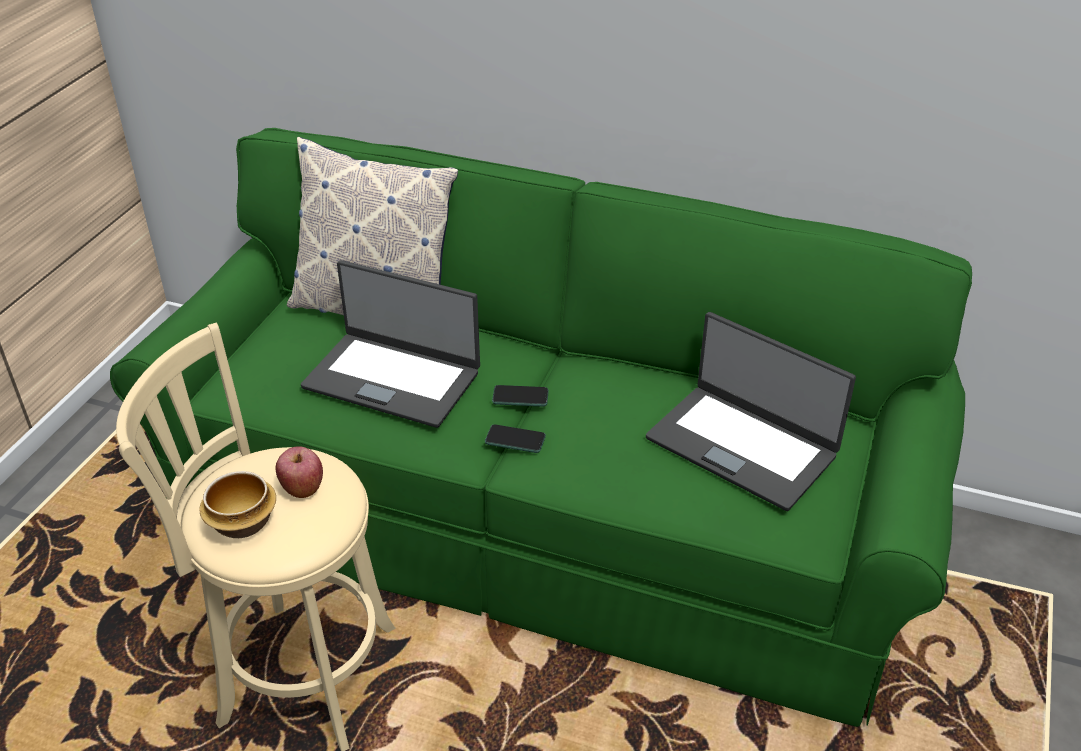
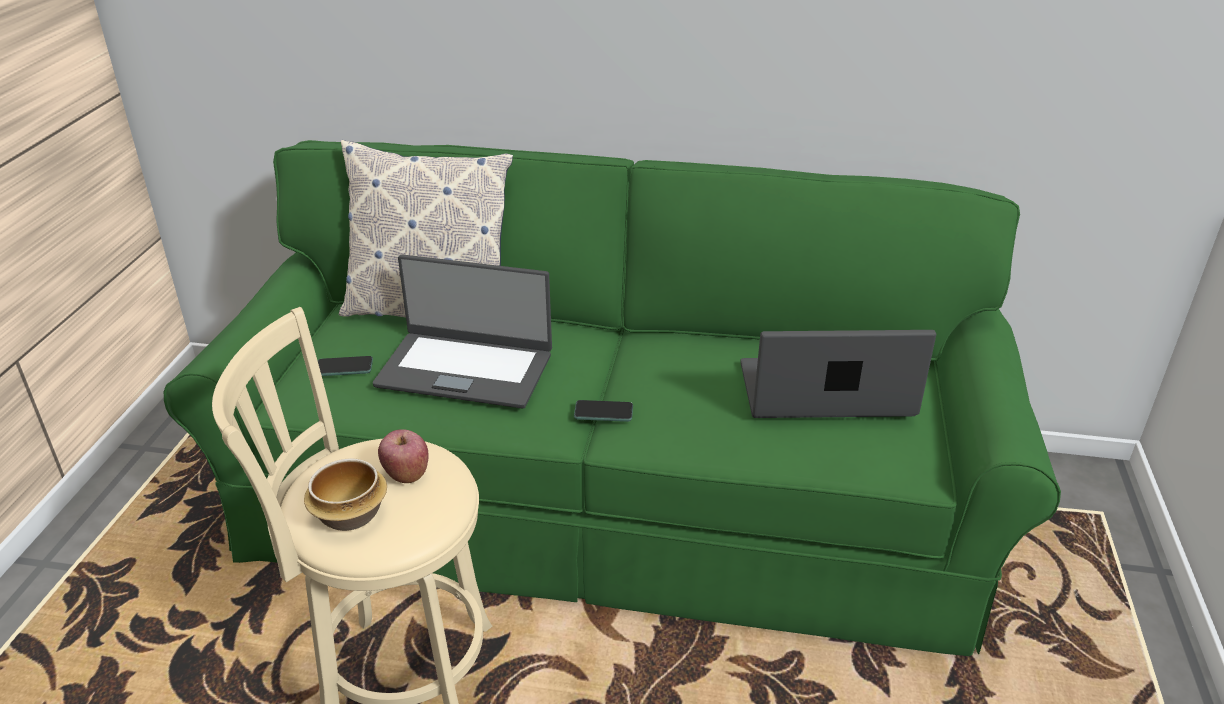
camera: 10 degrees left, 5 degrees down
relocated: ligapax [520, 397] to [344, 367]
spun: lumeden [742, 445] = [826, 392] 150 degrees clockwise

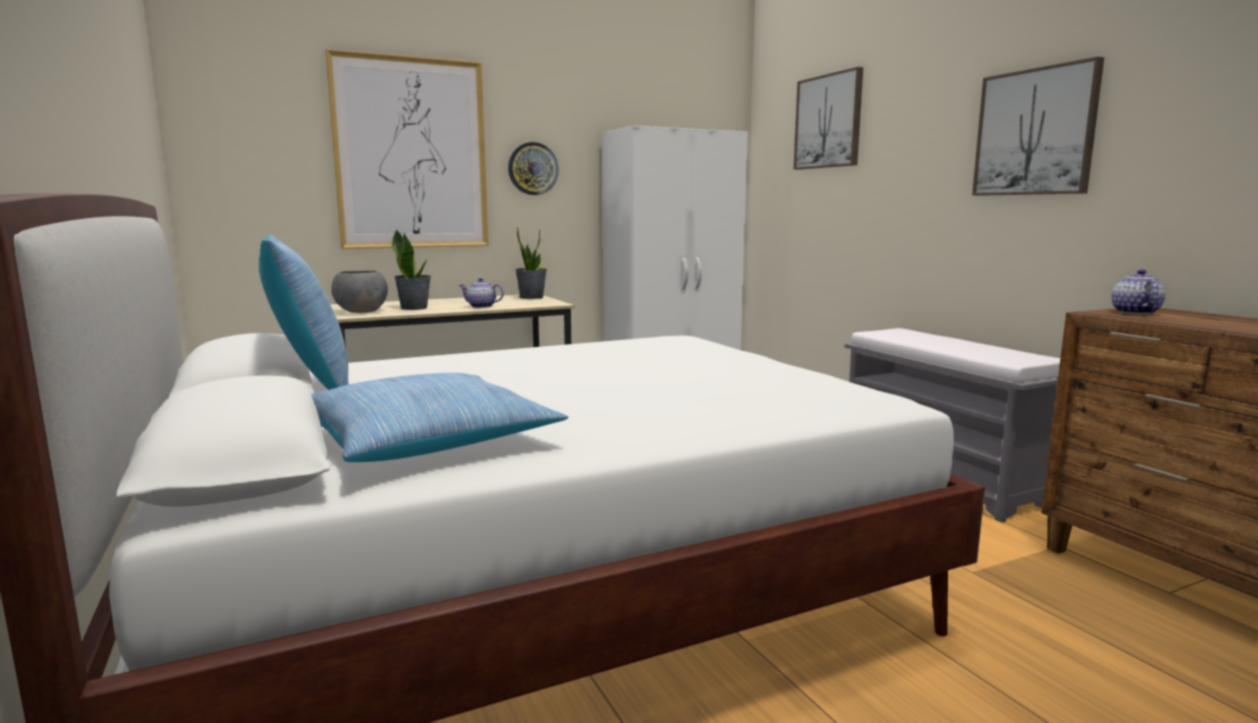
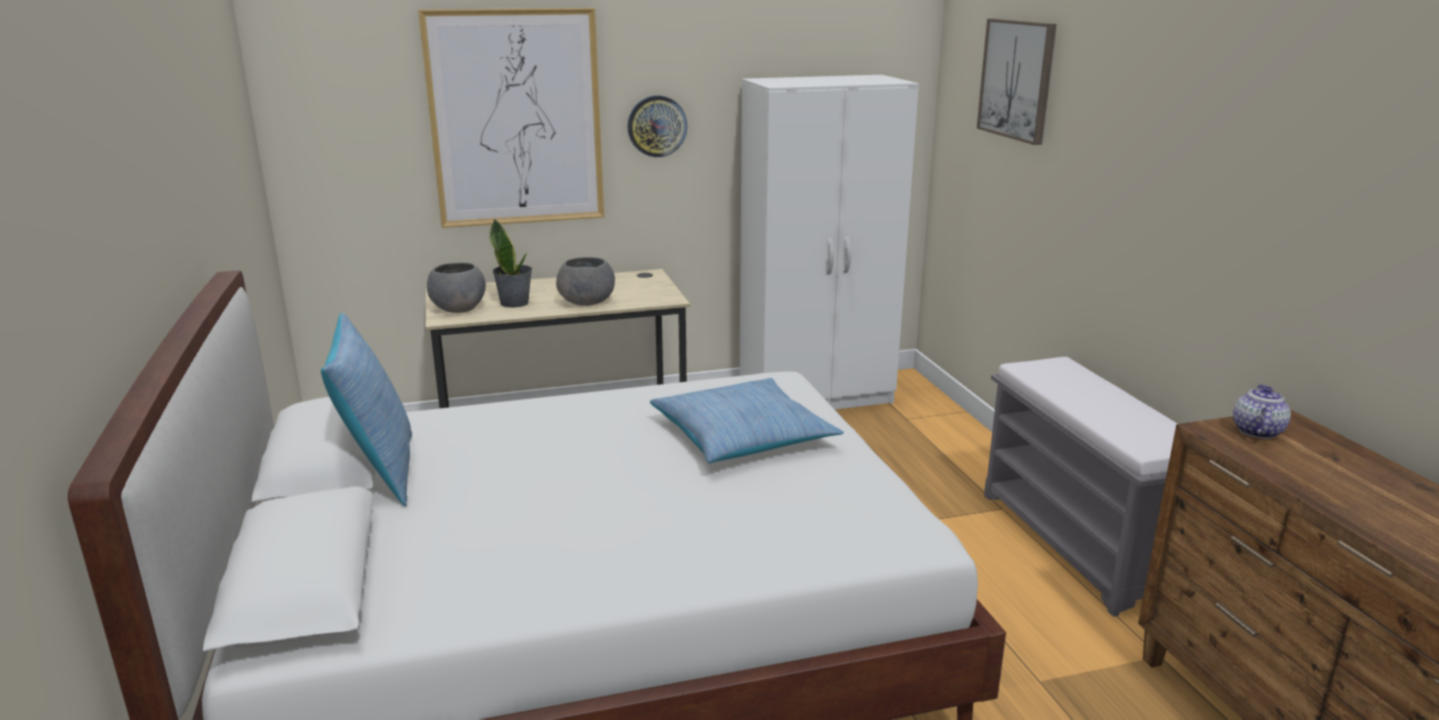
camera: 10 degrees right, 10 degrees up
missing: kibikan [1035, 132]; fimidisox [531, 297]
relocated: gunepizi [426, 440] to [743, 436]
exchanged: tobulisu [481, 306] to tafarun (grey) [586, 302]

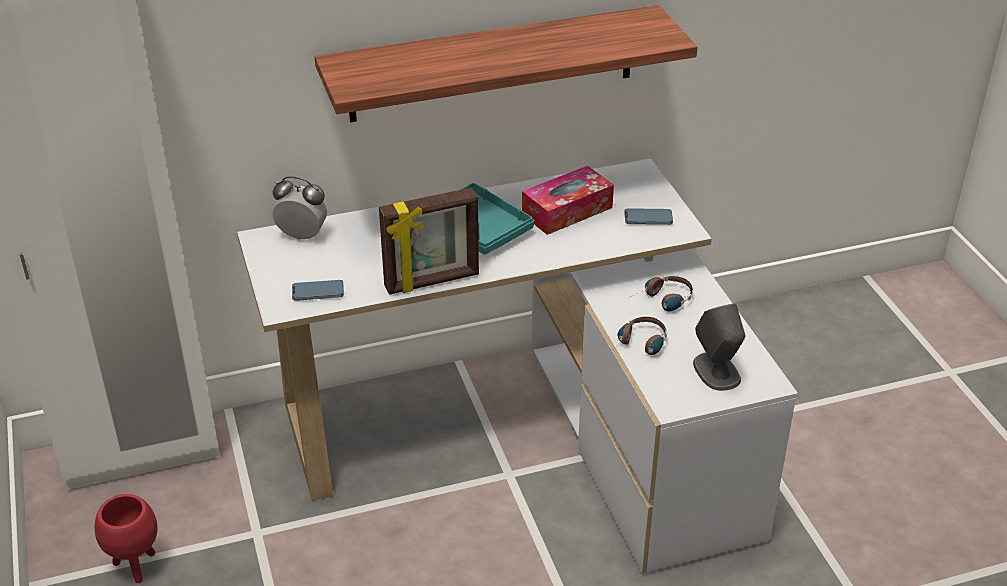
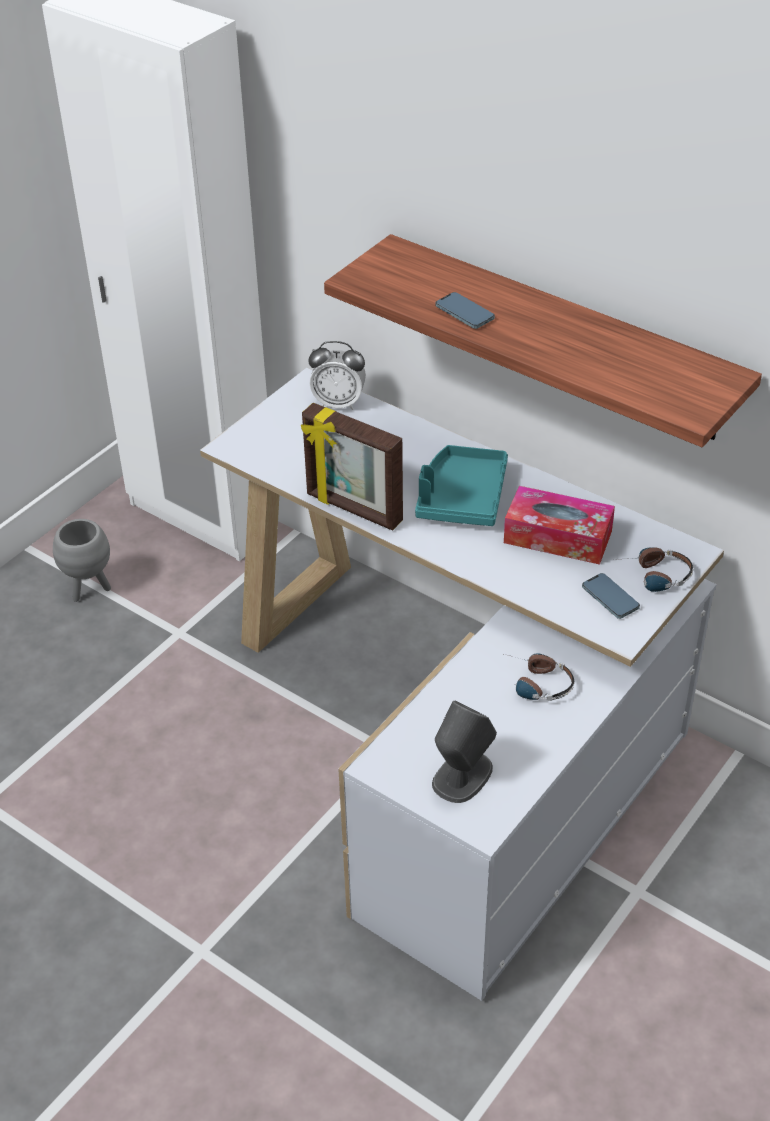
camera: 55 degrees right, 5 degrees up
relocated: ligapax [318, 292] to [464, 313]; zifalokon [640, 346] to [653, 577]
colour: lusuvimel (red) [135, 566] to lusuvimel (grey) [89, 588]
spun: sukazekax [302, 235] = [338, 403] 120 degrees clockwise

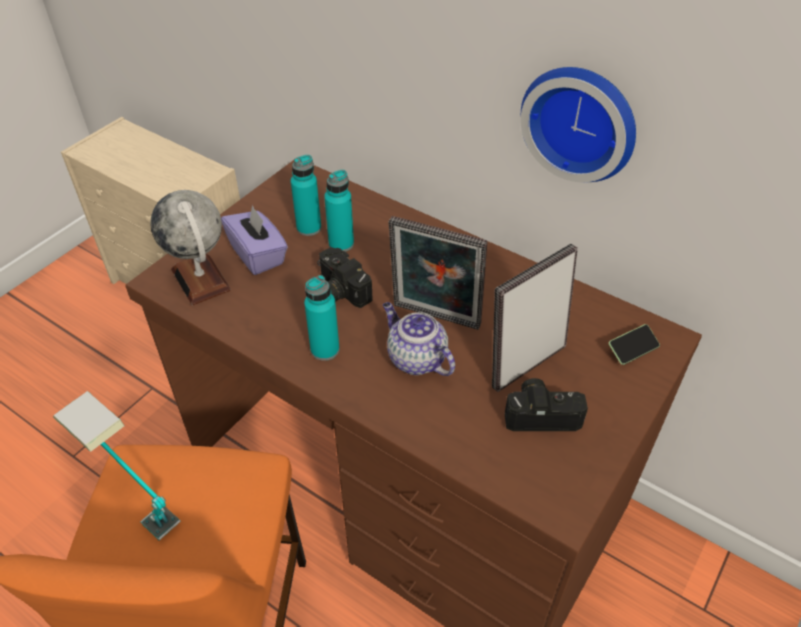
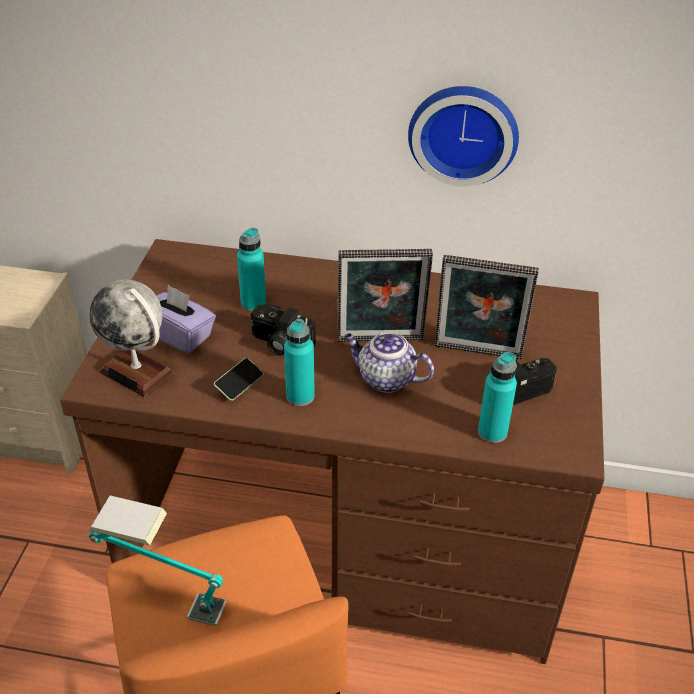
camera: 25 degrees left, 5 degrees down
relocated: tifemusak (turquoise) [309, 228] to [492, 432]; ligapax [632, 349] to [239, 384]
spun: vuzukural [525, 362] = [477, 354] 105 degrees counterclockwise

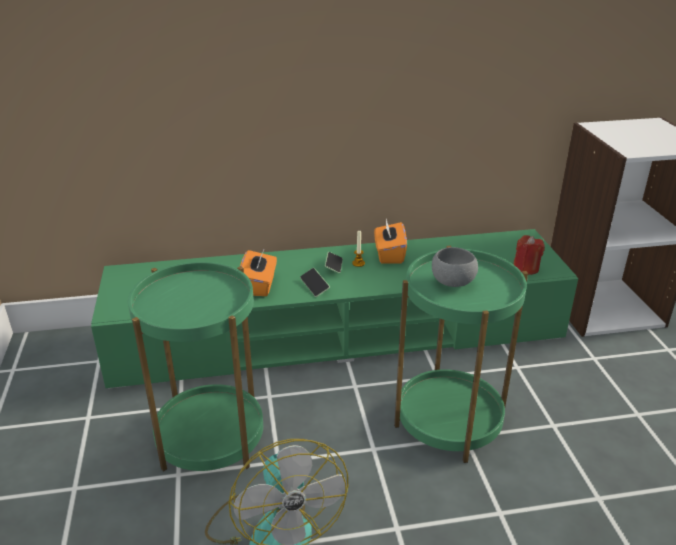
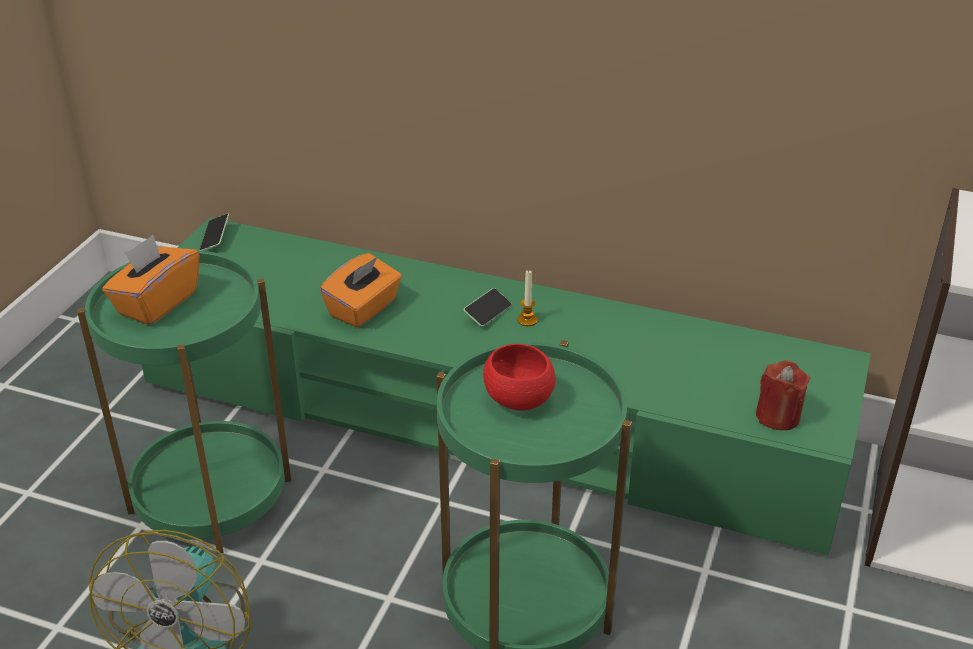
camera: 30 degrees right, 5 degrees up
relocated: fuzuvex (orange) [389, 254] to [157, 302]; ligapax [314, 286] to [215, 238]
colour: tafarun (grey) [453, 282] to tafarun (red) [518, 400]

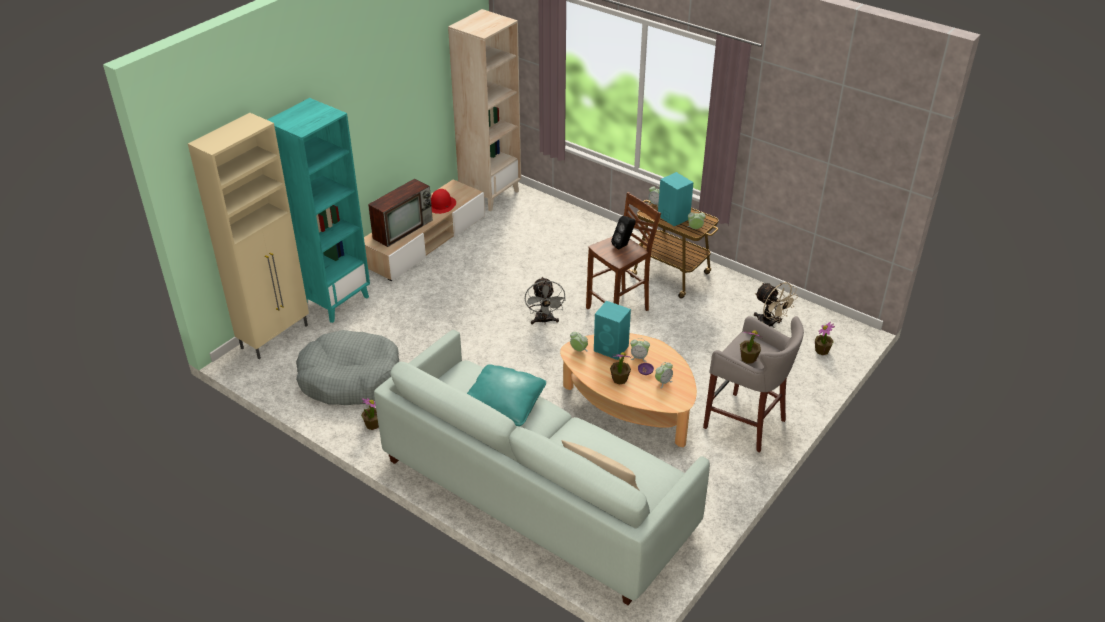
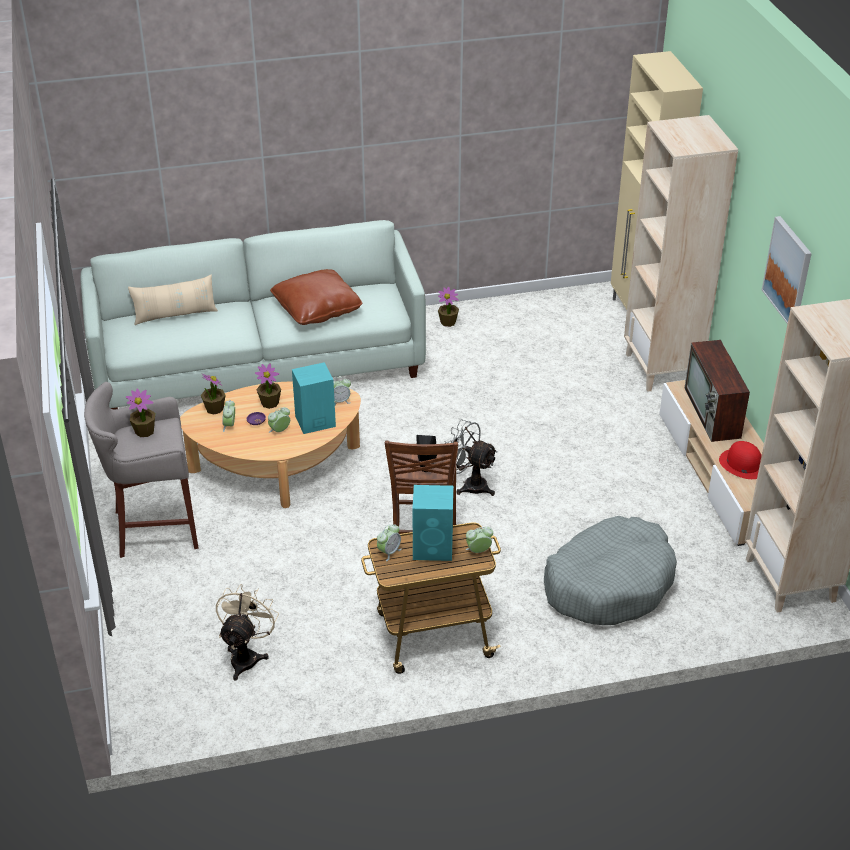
camera: 130 degrees right, 0 degrees up
appeared: kibikan [788, 272]
relocated: fimidisox [822, 351] to [214, 409]; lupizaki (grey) [351, 379] to [609, 583]
colour: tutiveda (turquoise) [335, 301] to tutiveda (beige) [662, 369]; gunepizi (turquoise) [504, 405] to gunepizi (brown) [317, 309]
spun: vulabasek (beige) [770, 325] = [247, 656] 105 degrees clockwise

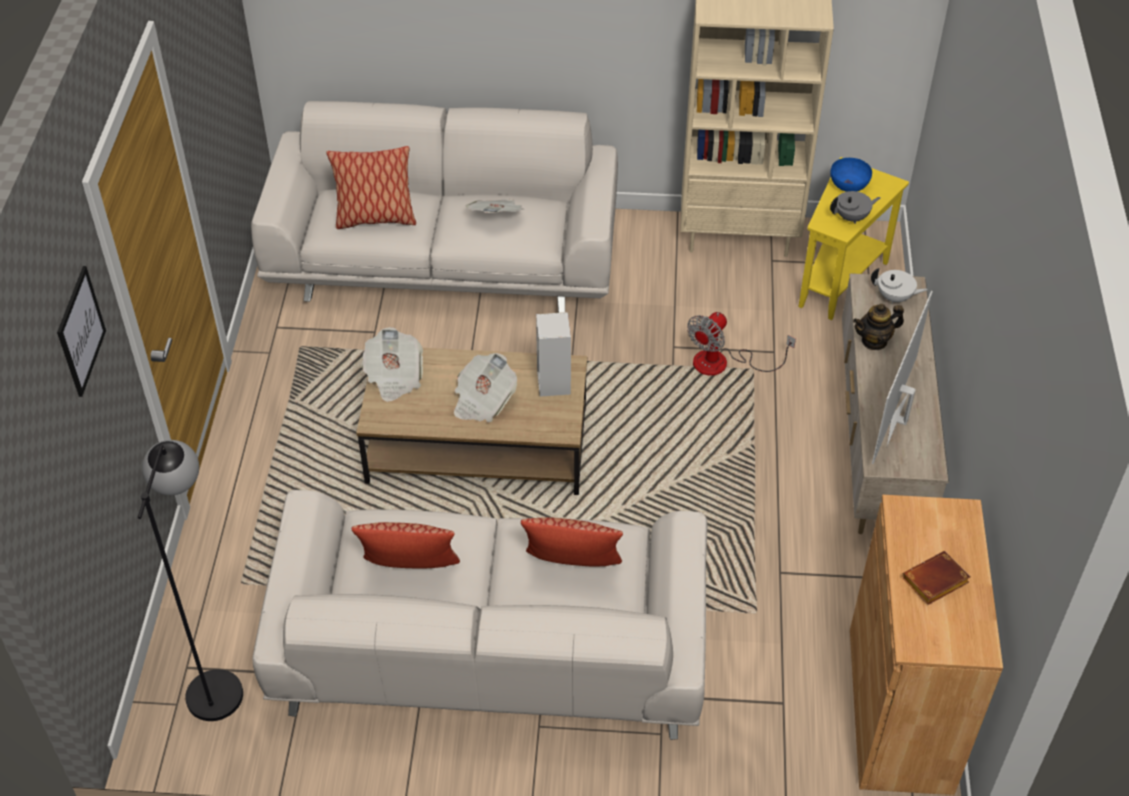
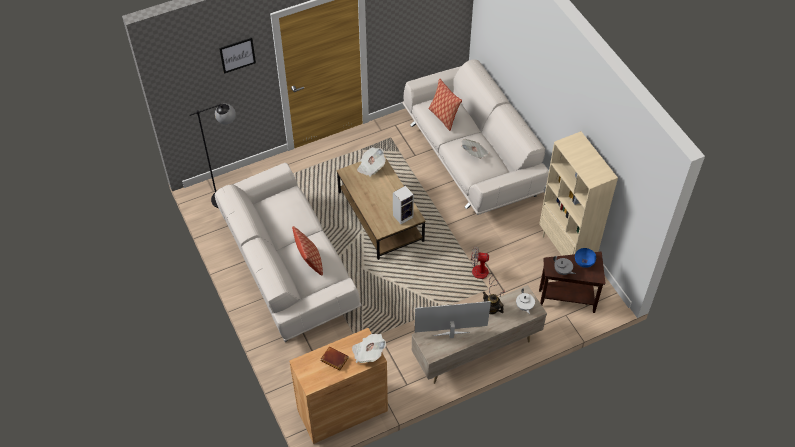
camera: 60 degrees right, 5 degrees up
missing: gunepizi [411, 571]
relocated: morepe [483, 401] to [368, 353]
colour: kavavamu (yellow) [839, 278] to kavavamu (brown) [569, 298]

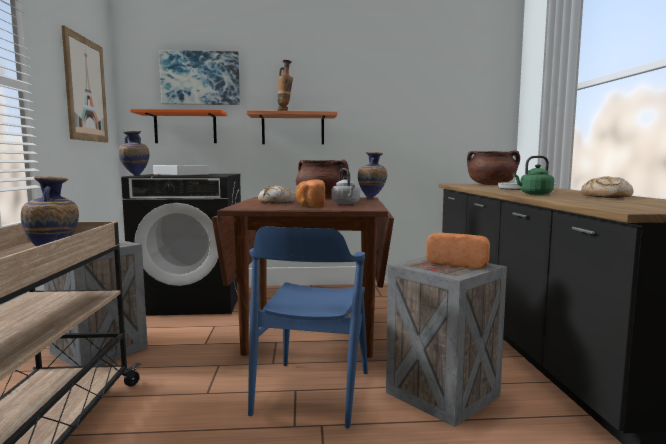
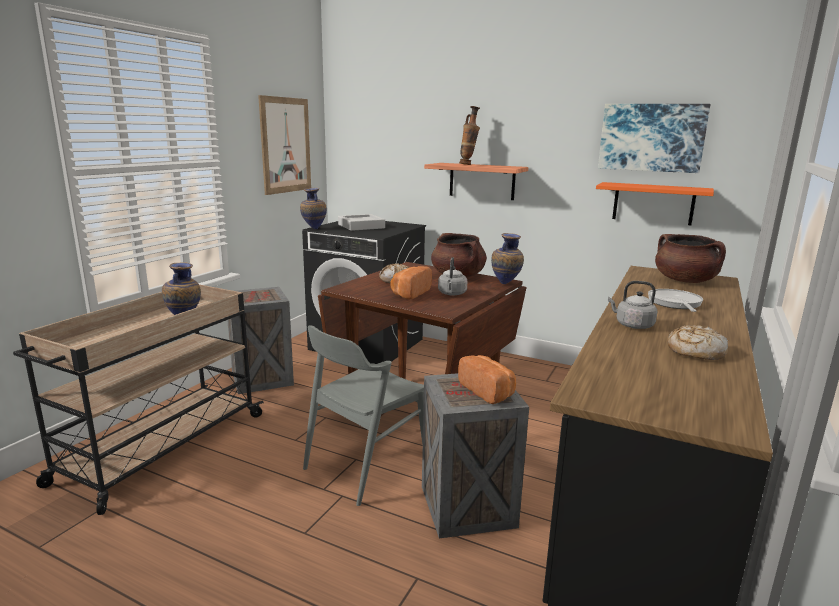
camera: 30 degrees right, 10 degrees up
relocated: kibikan [200, 78] to [651, 137]; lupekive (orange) [185, 128] to [653, 203]
colour: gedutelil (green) [534, 194] to gedutelil (grey) [632, 325]; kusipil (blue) [312, 392] to kusipil (grey) [366, 465]

